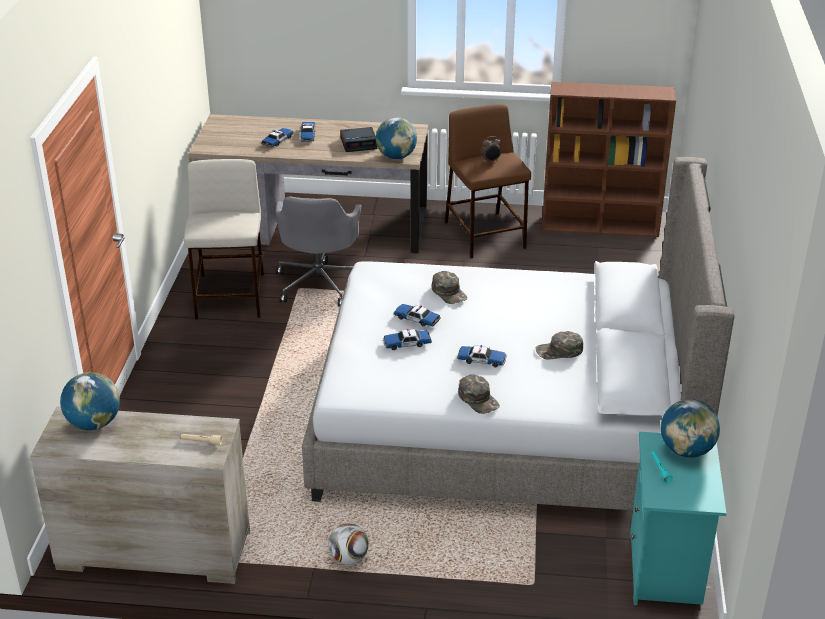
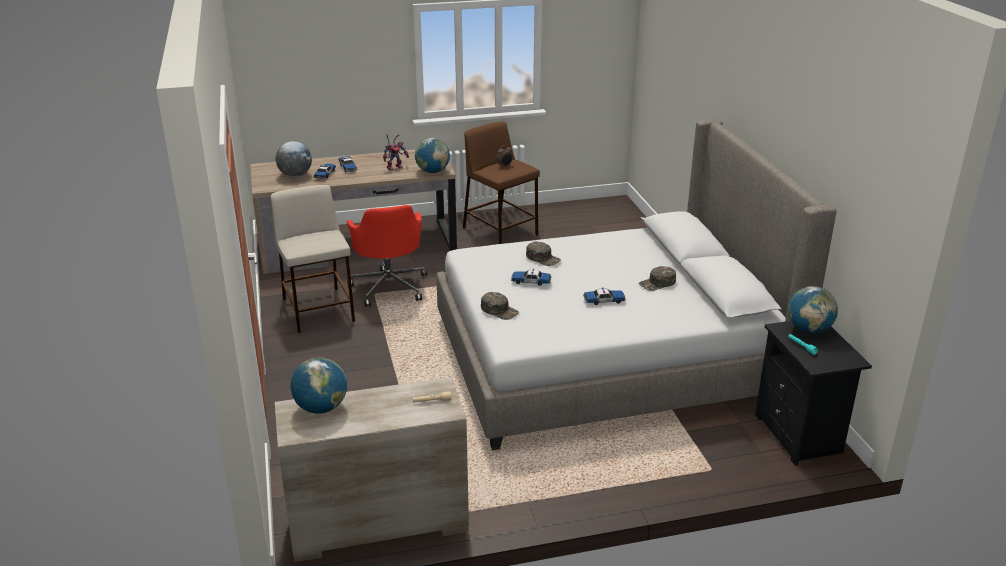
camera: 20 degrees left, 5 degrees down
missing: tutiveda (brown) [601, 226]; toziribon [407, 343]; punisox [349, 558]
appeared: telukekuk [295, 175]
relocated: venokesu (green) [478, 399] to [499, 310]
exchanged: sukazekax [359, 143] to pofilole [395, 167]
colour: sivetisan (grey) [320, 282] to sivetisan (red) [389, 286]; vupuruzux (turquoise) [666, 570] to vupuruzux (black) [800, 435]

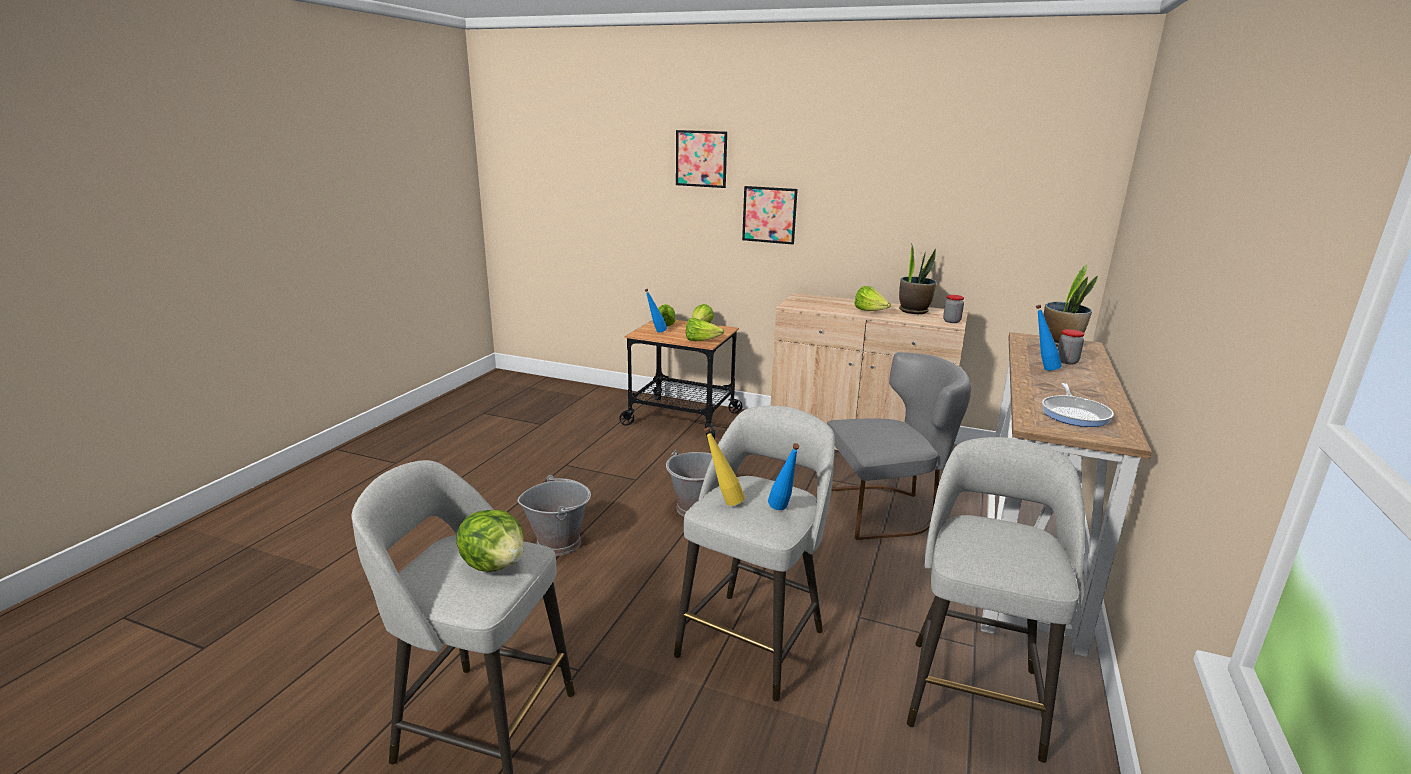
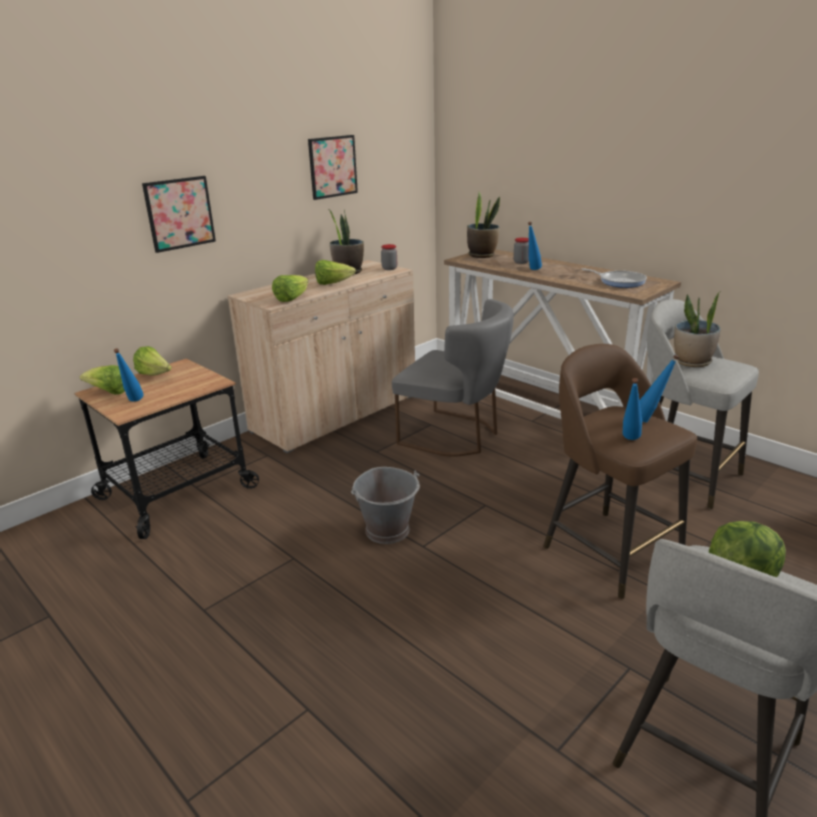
camera: 65 degrees left, 5 degrees up
missing: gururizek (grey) [559, 542]
appeared: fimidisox [692, 362]
relocated: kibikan [701, 159] to [332, 167]; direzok [701, 341] to [292, 299]
colour: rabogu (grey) [753, 640] to rabogu (brown) [609, 550]; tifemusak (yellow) [723, 502] to tifemusak (blue) [629, 440]
spun: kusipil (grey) [887, 510] = [456, 436] 105 degrees clockwise

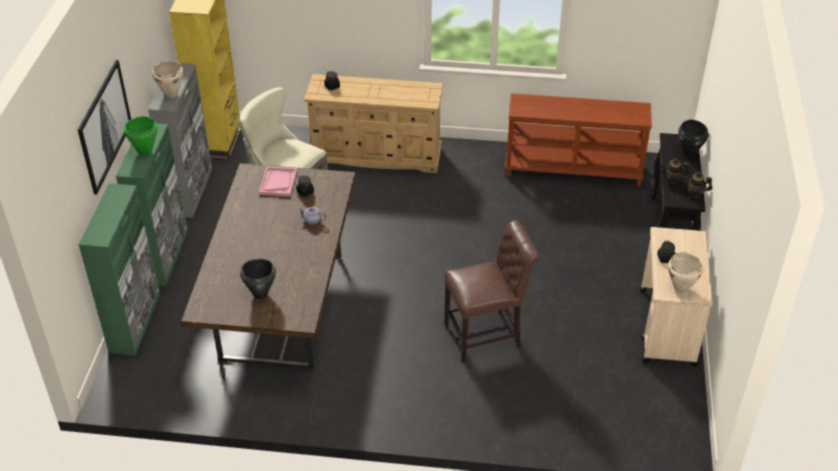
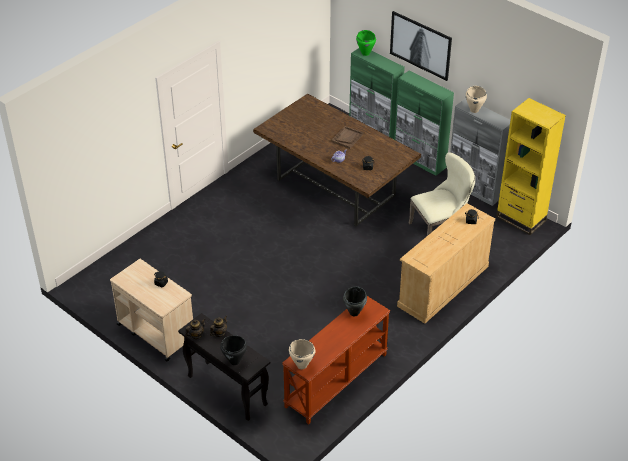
camera: 125 degrees right, 0 degrees up
missing: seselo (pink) [278, 182]; kusipil (brown) [487, 334]
appeared: seselo (brown) [347, 138]
relocated: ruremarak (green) [144, 152] to [365, 53]; ruremarak (beige) [680, 288] to [301, 365]; ruremarak (black) [260, 294] to [354, 312]

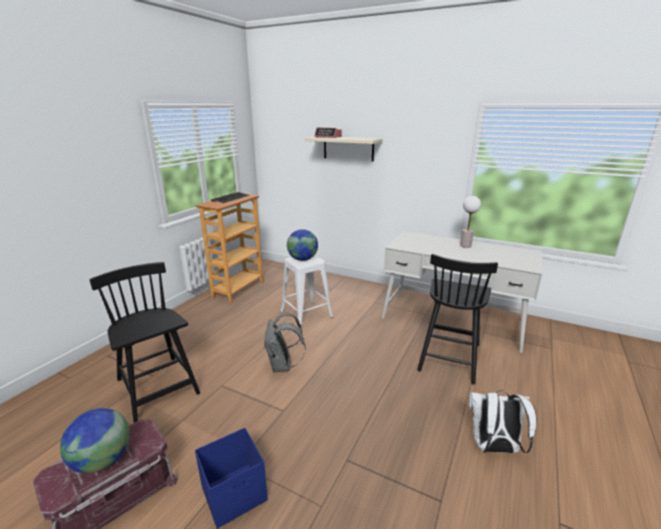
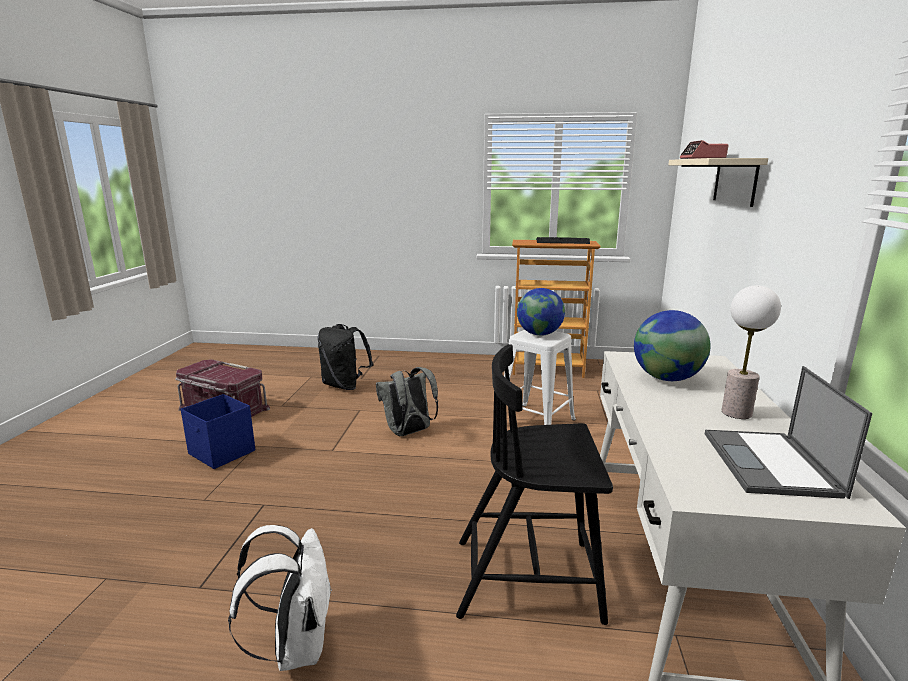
camera: 70 degrees right, 5 degrees down
appeared: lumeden [771, 464]
relocated: telukekuk [103, 460] to [666, 378]
exchanged: kusipil (black) [158, 388] to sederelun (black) [344, 385]

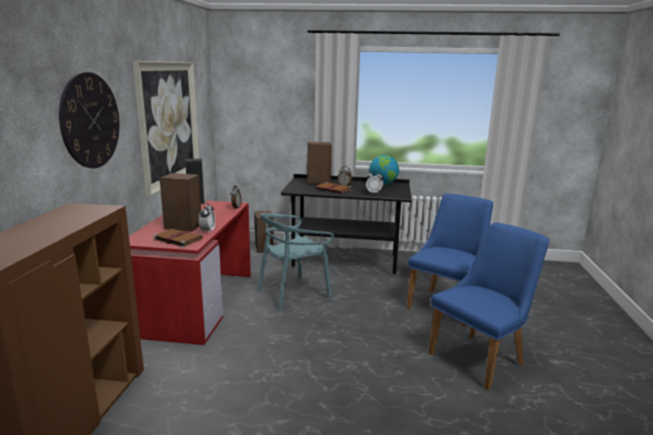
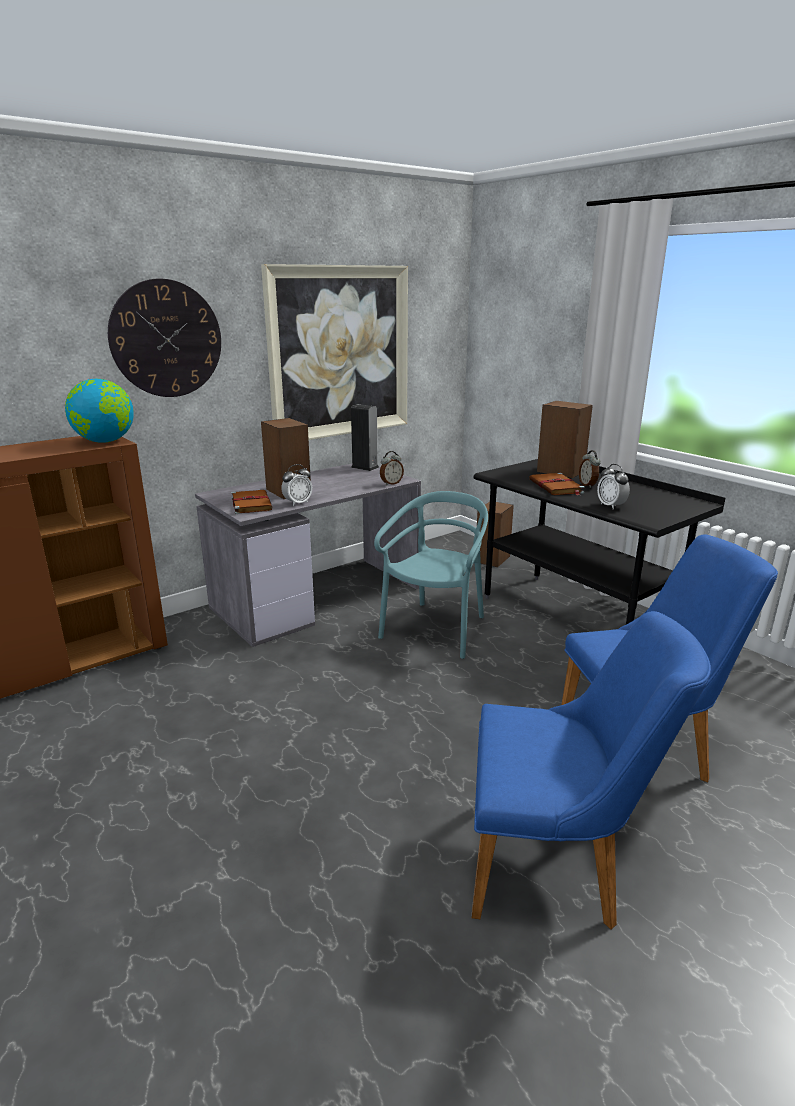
camera: 45 degrees right, 5 degrees up
relocated: telukekuk [383, 184] to [105, 441]
colour: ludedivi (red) [196, 302] to ludedivi (grey) [317, 597]
spun: kusipil (turquoise) [293, 292] = [436, 629] 105 degrees clockwise

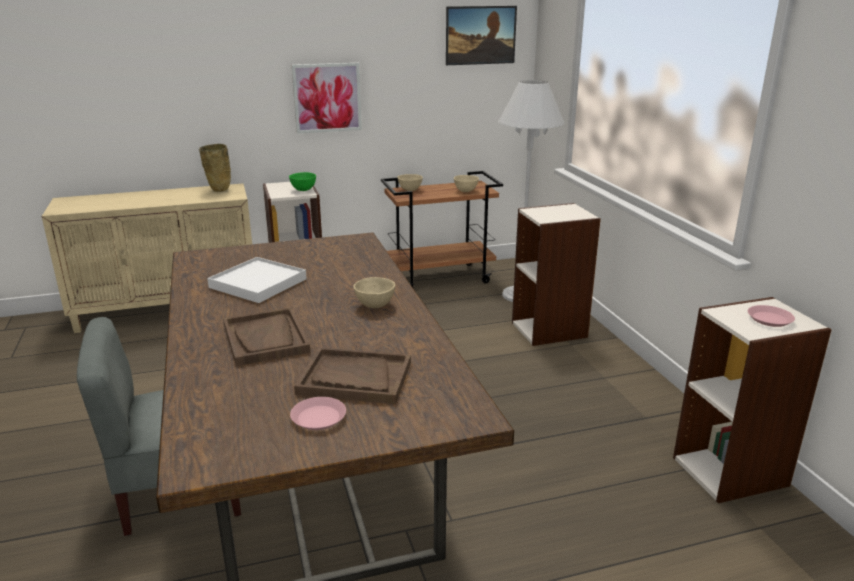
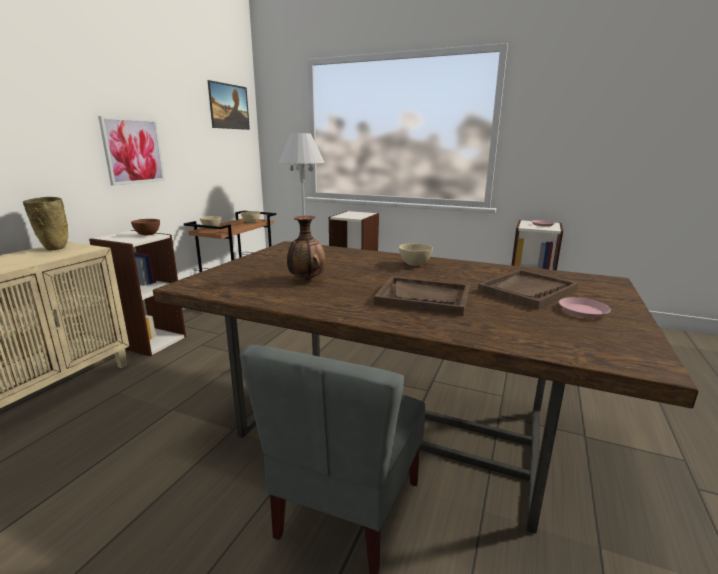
camera: 50 degrees left, 5 degrees down
exchanged: seselo (white) [258, 283] to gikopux [306, 280]
colour: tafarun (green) [303, 189] to tafarun (brown) [147, 234]

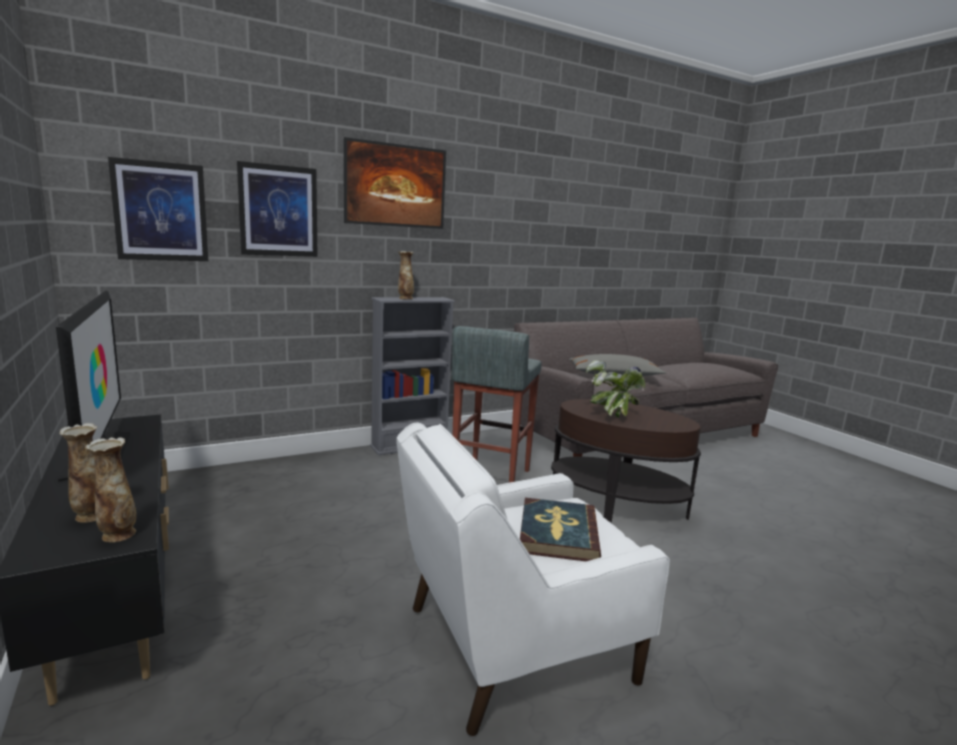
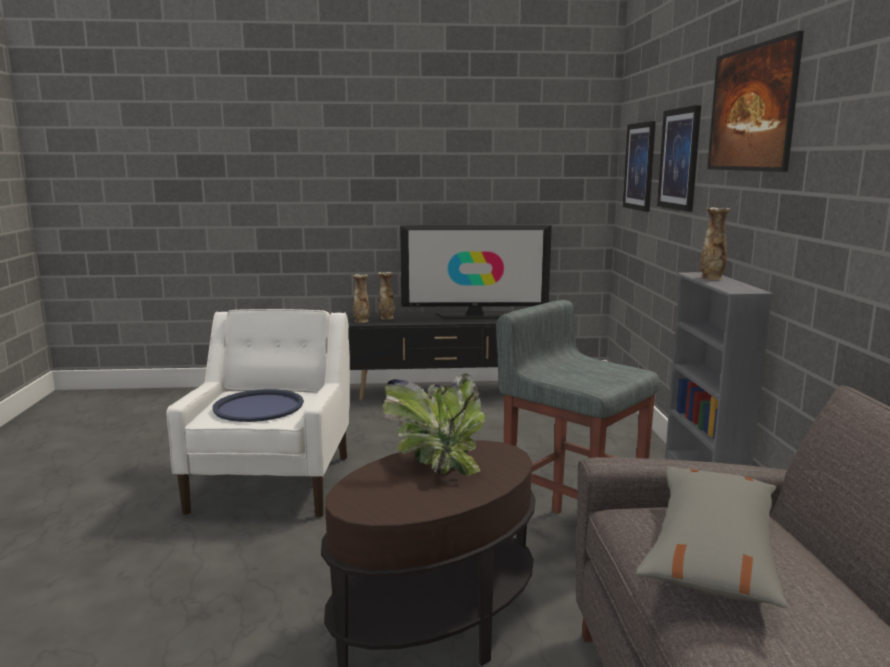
camera: 115 degrees right, 0 degrees up
exchanged: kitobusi [557, 533] to seselo (blue) [258, 407]

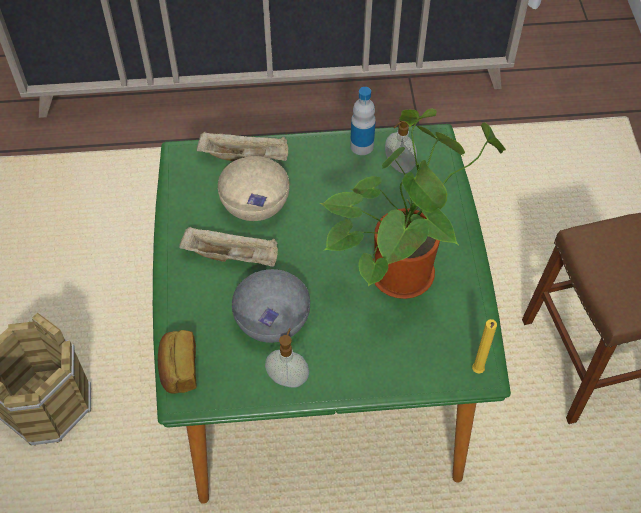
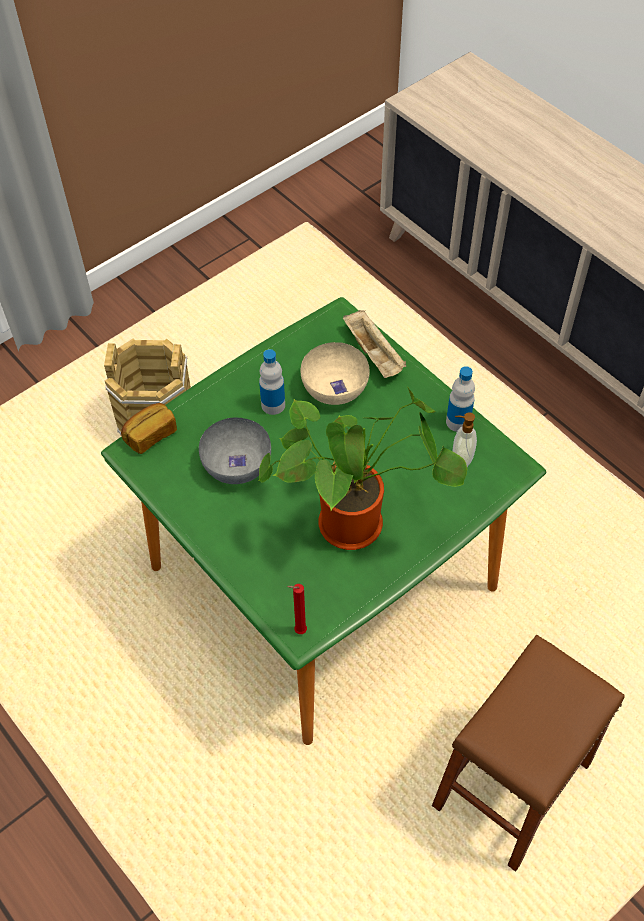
camera: 55 degrees right, 0 degrees up
missing: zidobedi [288, 378]
exchanged: seselo (beige) [232, 256] to tifemusak [273, 405]
colour: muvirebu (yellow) [477, 372] to muvirebu (red) [298, 631]

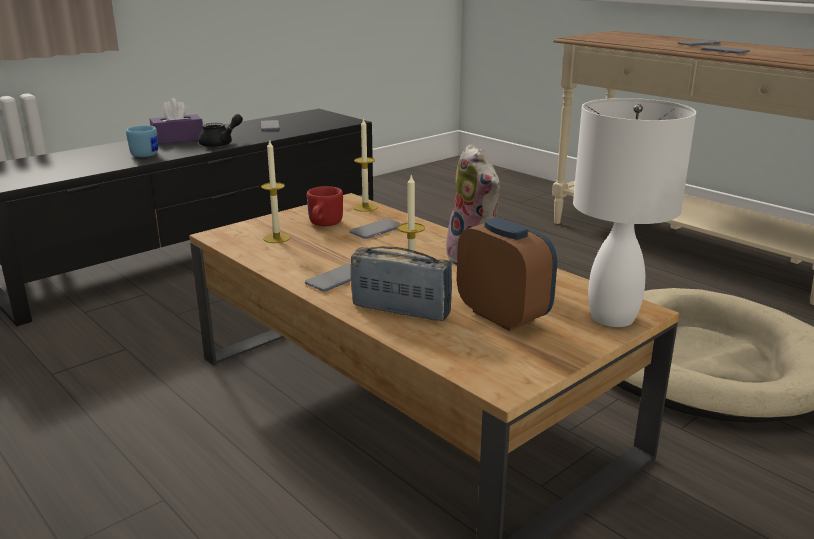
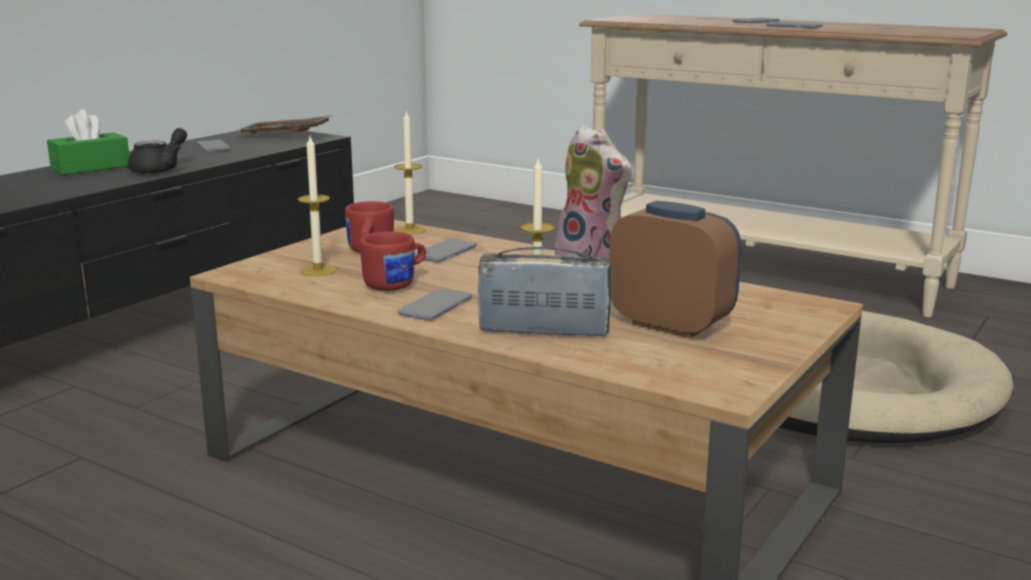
camera: 15 degrees left, 5 degrees down
missing: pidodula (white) [611, 316]; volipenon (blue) [146, 154]
appeared: seselo (grey) [285, 136]; volipenon (red) [396, 284]
colour: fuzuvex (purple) [178, 139] to fuzuvex (green) [90, 167]

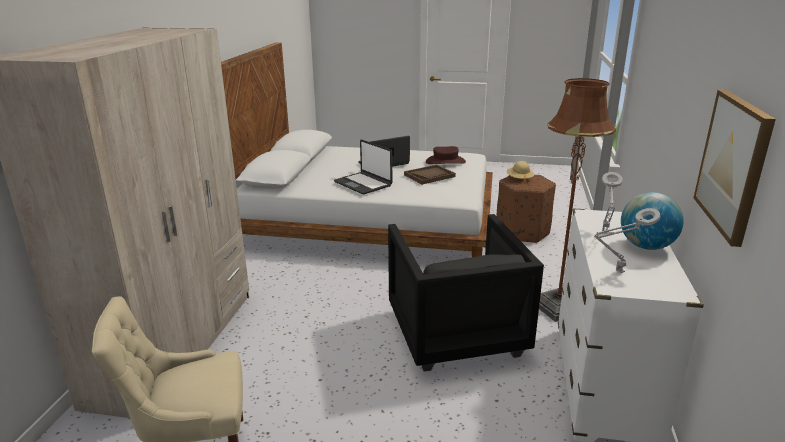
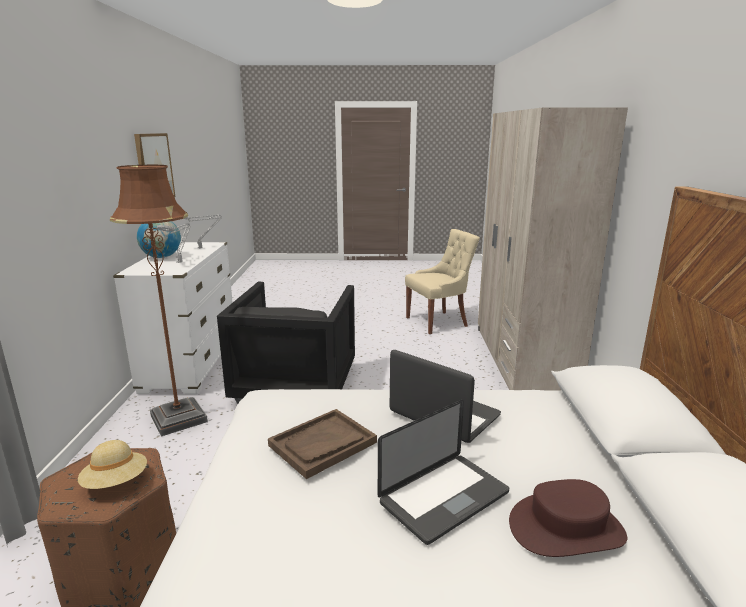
camera: 170 degrees right, 5 degrees down
relocated: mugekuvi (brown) [445, 162] to [566, 528]
spun: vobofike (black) [455, 333] = [296, 385] 150 degrees counterclockwise

